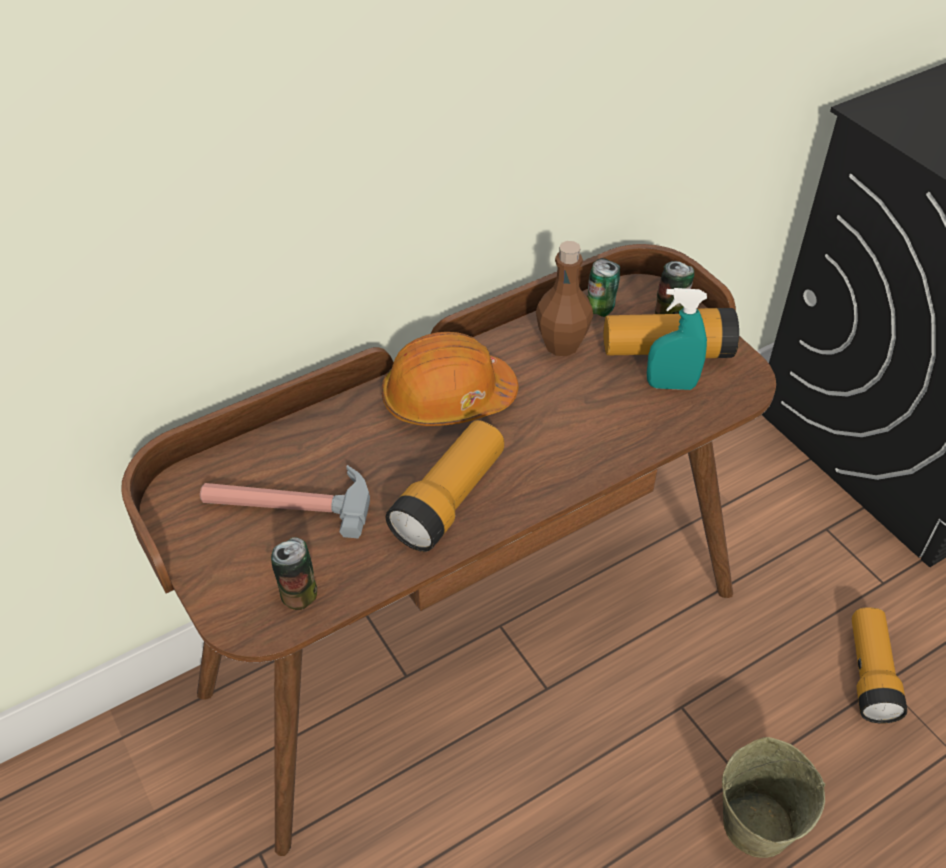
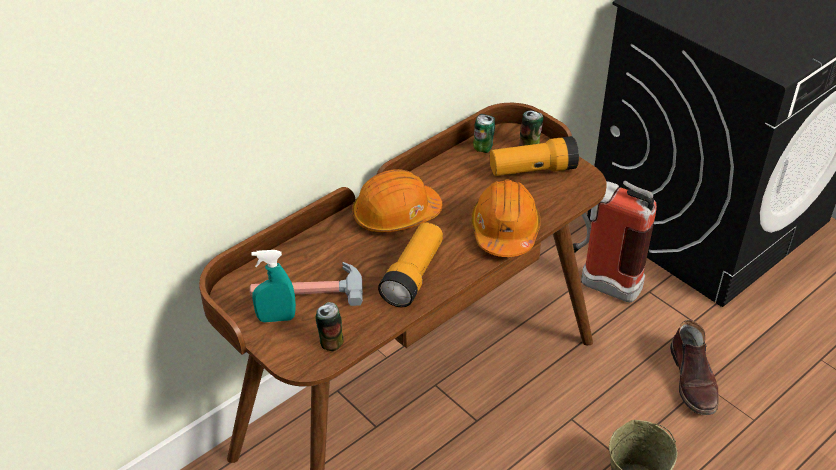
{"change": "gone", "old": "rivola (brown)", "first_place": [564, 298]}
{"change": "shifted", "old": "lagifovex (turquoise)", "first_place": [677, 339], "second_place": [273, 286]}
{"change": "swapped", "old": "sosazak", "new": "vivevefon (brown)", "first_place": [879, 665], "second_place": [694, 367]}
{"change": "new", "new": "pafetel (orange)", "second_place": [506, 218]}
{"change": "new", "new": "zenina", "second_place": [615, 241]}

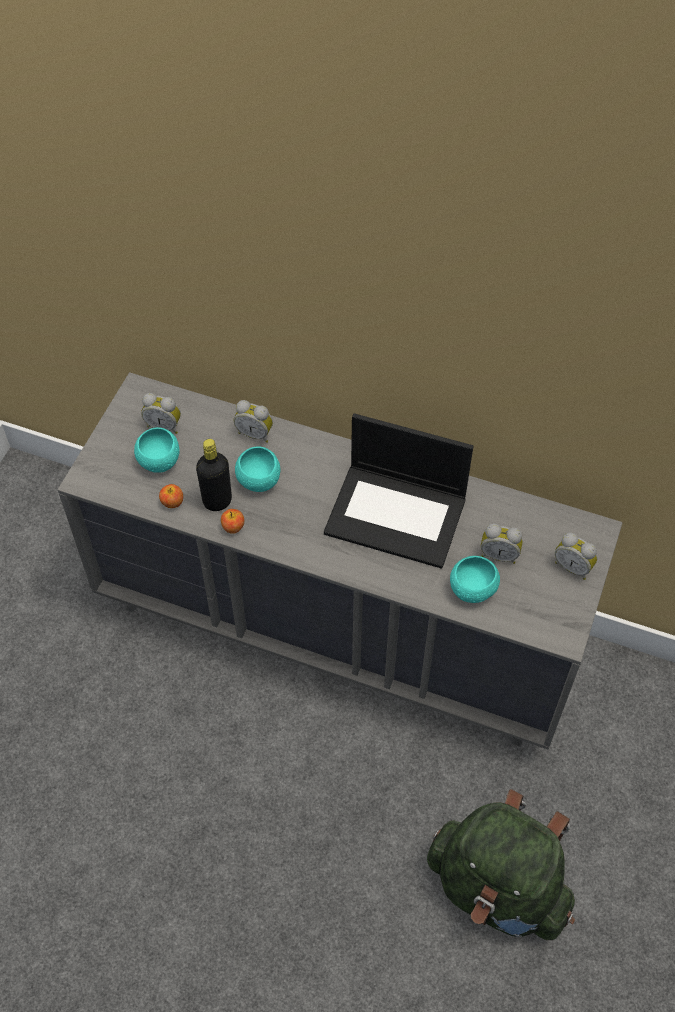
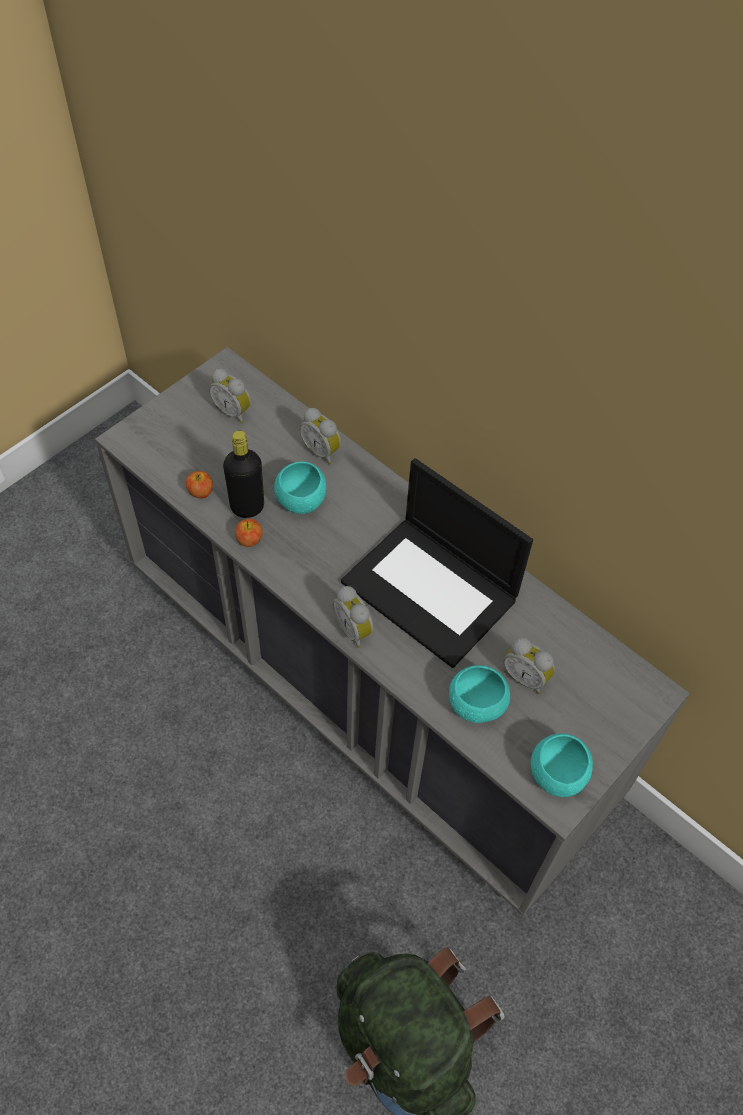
{"change": "shifted", "old": "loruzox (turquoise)", "first_place": [157, 450], "second_place": [562, 765]}
{"change": "shifted", "old": "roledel", "first_place": [576, 556], "second_place": [353, 617]}

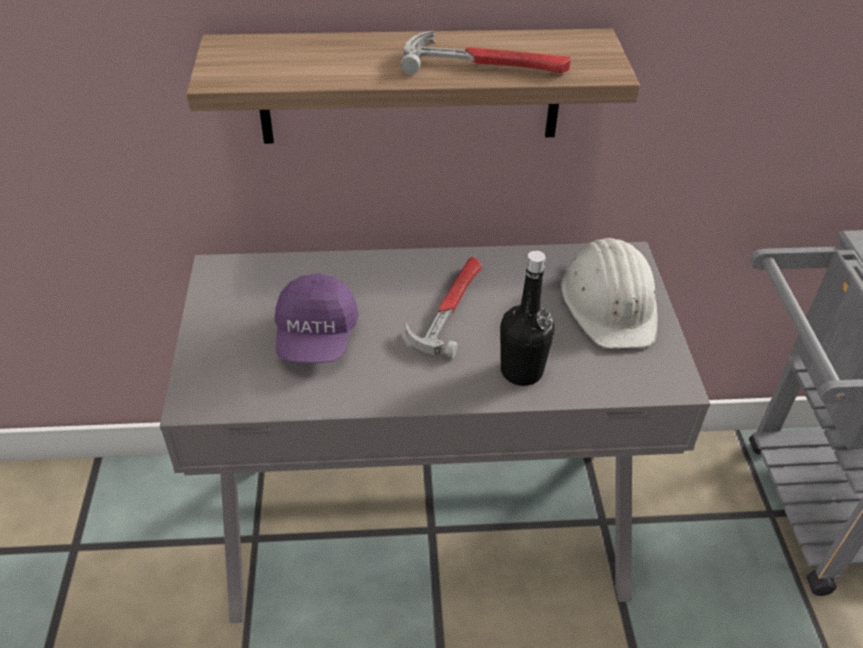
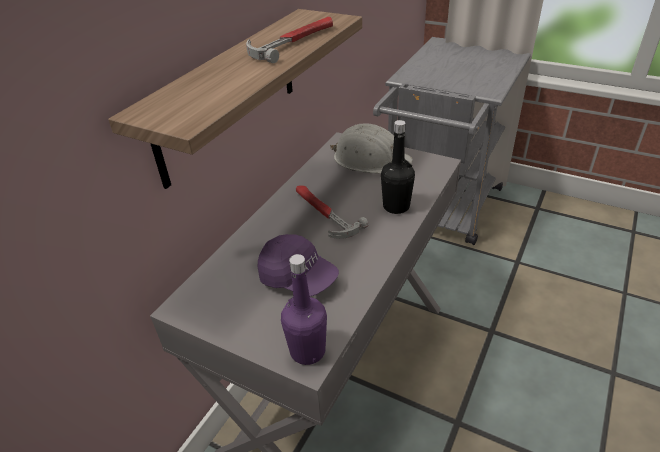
{"change": "new", "new": "rivola (purple)", "second_place": [304, 309]}

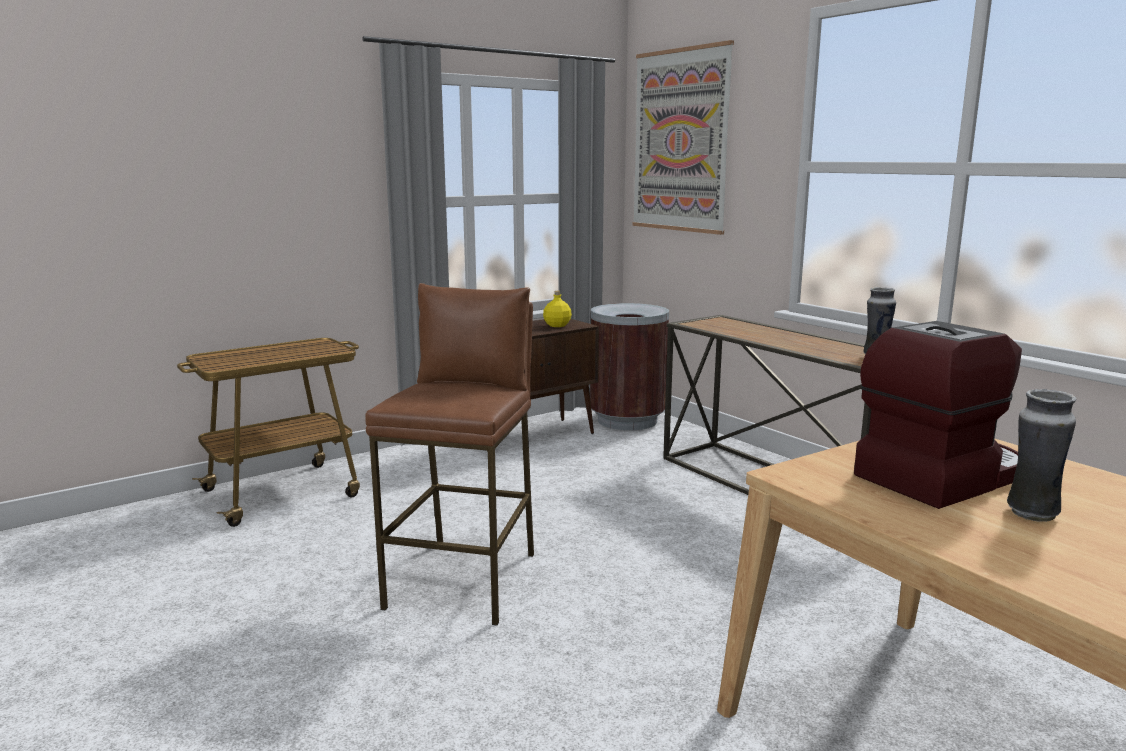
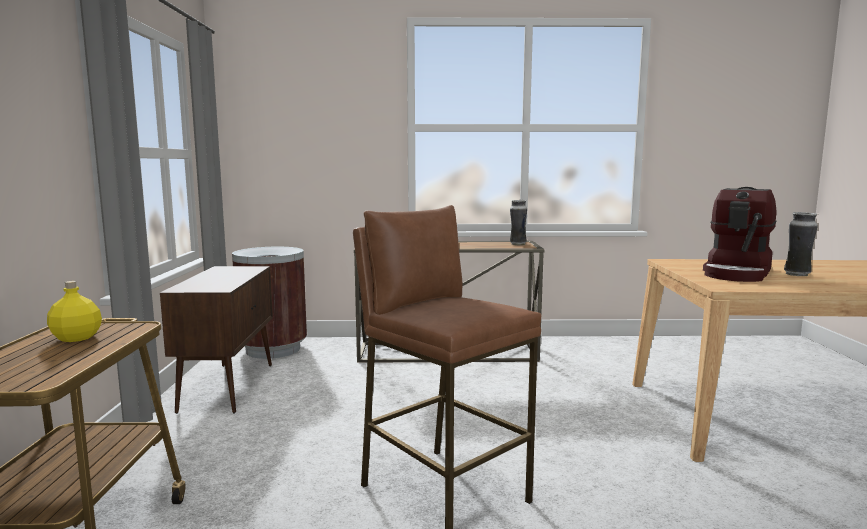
{"change": "shifted", "old": "rivola (yellow)", "first_place": [557, 309], "second_place": [74, 311]}
{"change": "gone", "old": "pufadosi", "first_place": [683, 137]}
{"change": "rotated", "old": "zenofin", "first_place": [938, 415], "second_place": [739, 234], "degrees": -150}

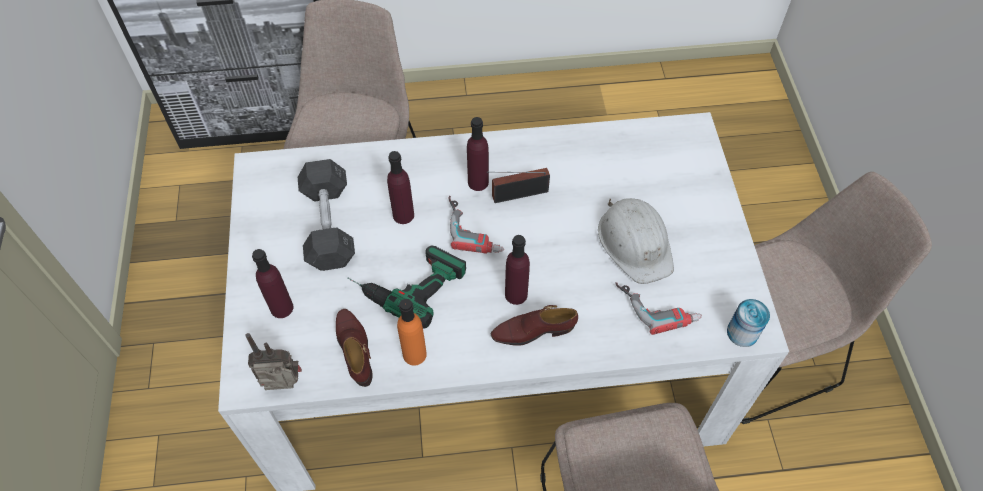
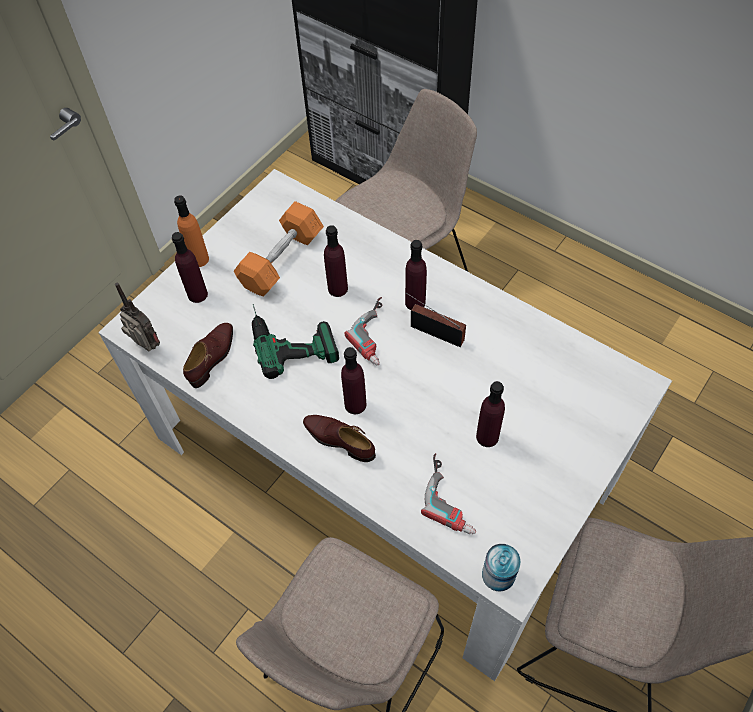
{"change": "repainted", "old": "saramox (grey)", "new": "saramox (orange)", "first_place": [326, 215], "second_place": [279, 249]}
{"change": "shifted", "old": "rivola (orange)", "first_place": [412, 332], "second_place": [191, 231]}
{"change": "swapped", "old": "pafetel (white)", "new": "rivola (purple)", "first_place": [636, 241], "second_place": [490, 414]}

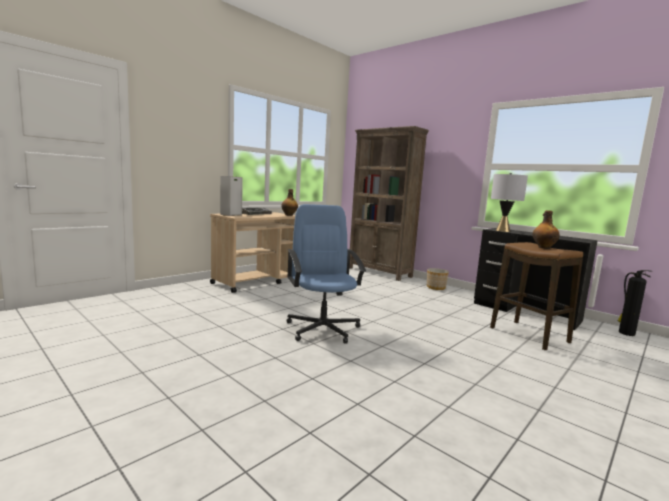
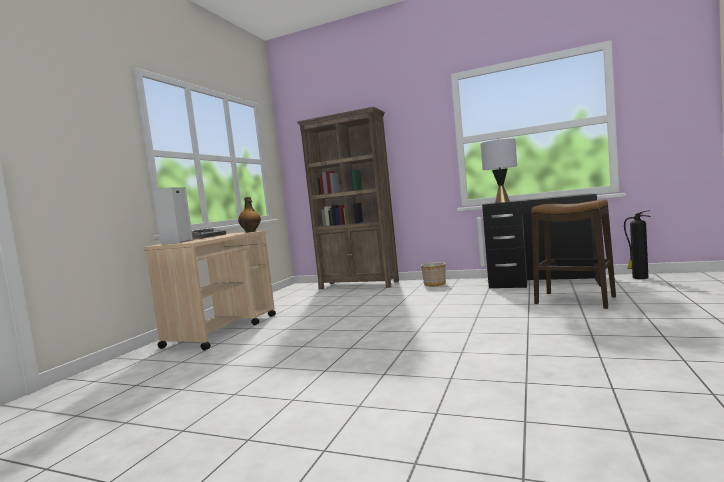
{"change": "gone", "old": "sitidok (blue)", "first_place": [326, 274]}
{"change": "gone", "old": "rivola", "first_place": [546, 229]}

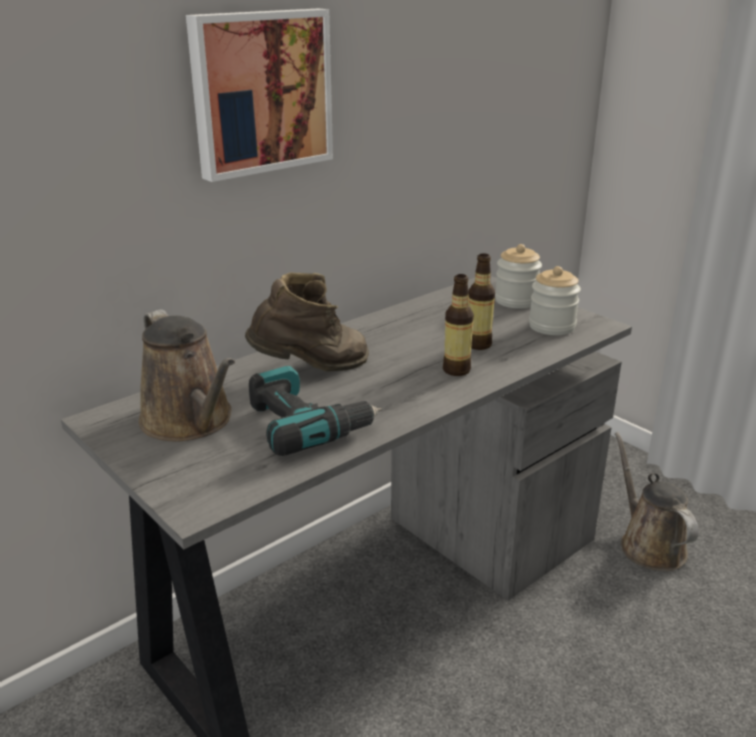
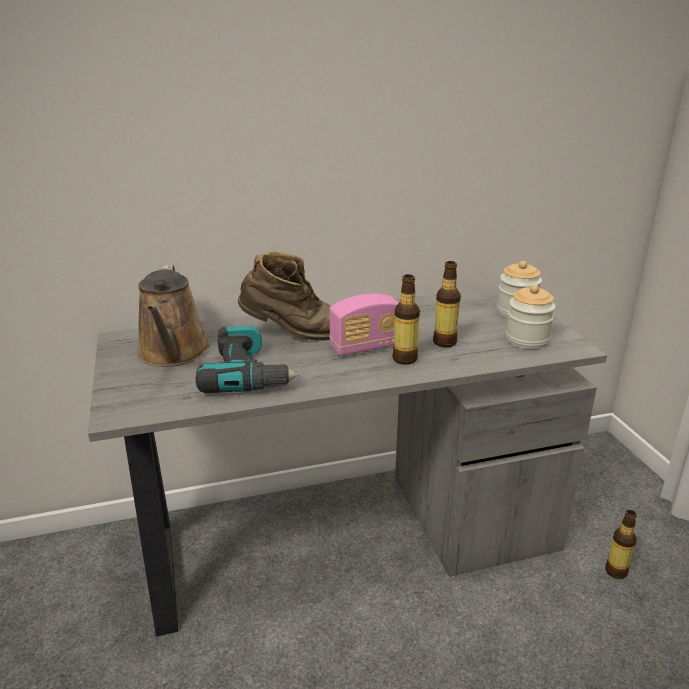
{"change": "gone", "old": "pufadosi", "first_place": [259, 95]}
{"change": "swapped", "old": "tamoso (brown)", "new": "rivola", "first_place": [657, 501], "second_place": [621, 544]}
{"change": "new", "new": "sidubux", "second_place": [364, 325]}

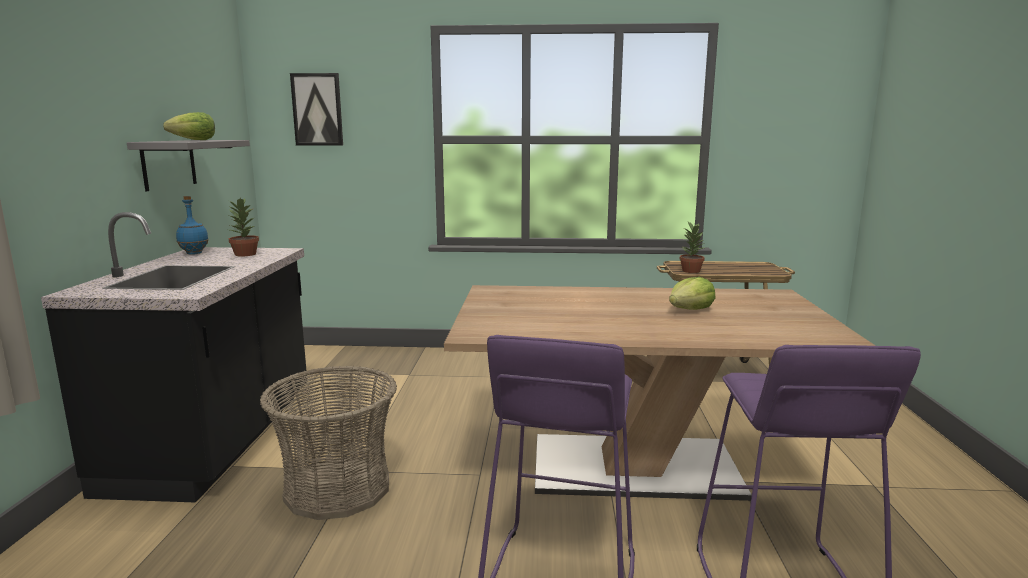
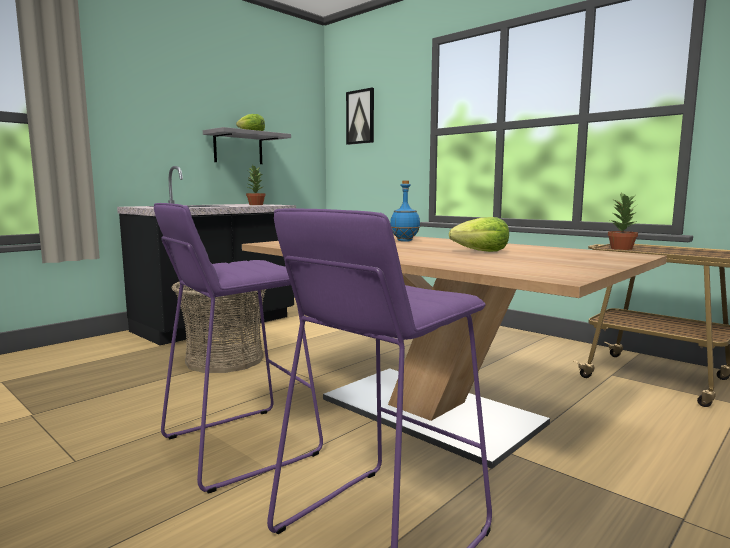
{"change": "shifted", "old": "rivola (blue)", "first_place": [192, 225], "second_place": [405, 211]}

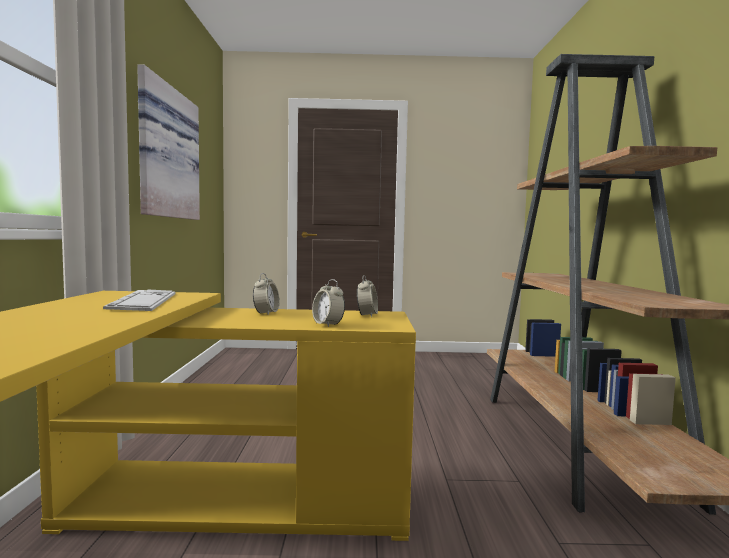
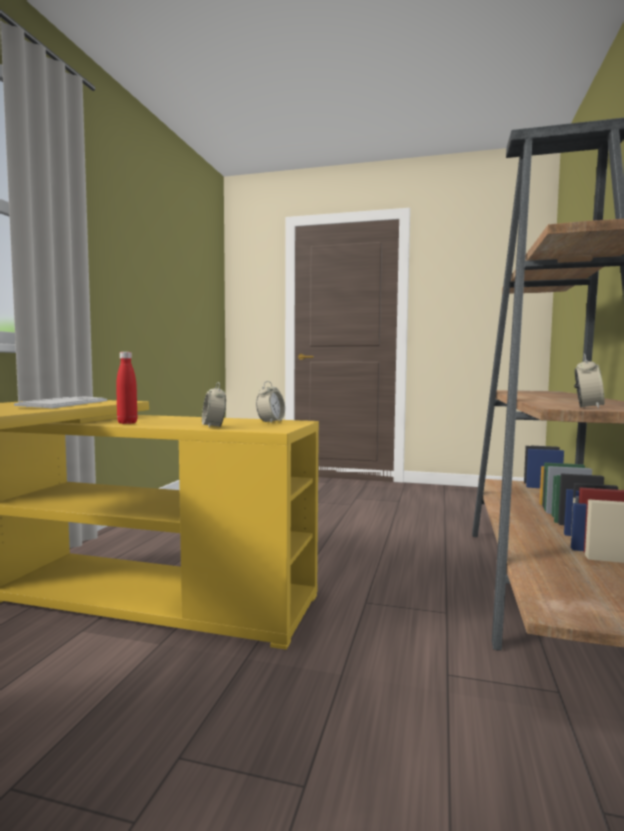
{"change": "gone", "old": "pufadosi", "first_place": [168, 142]}
{"change": "shifted", "old": "roledel", "first_place": [266, 293], "second_place": [589, 381]}
{"change": "new", "new": "rivola (red)", "second_place": [126, 388]}

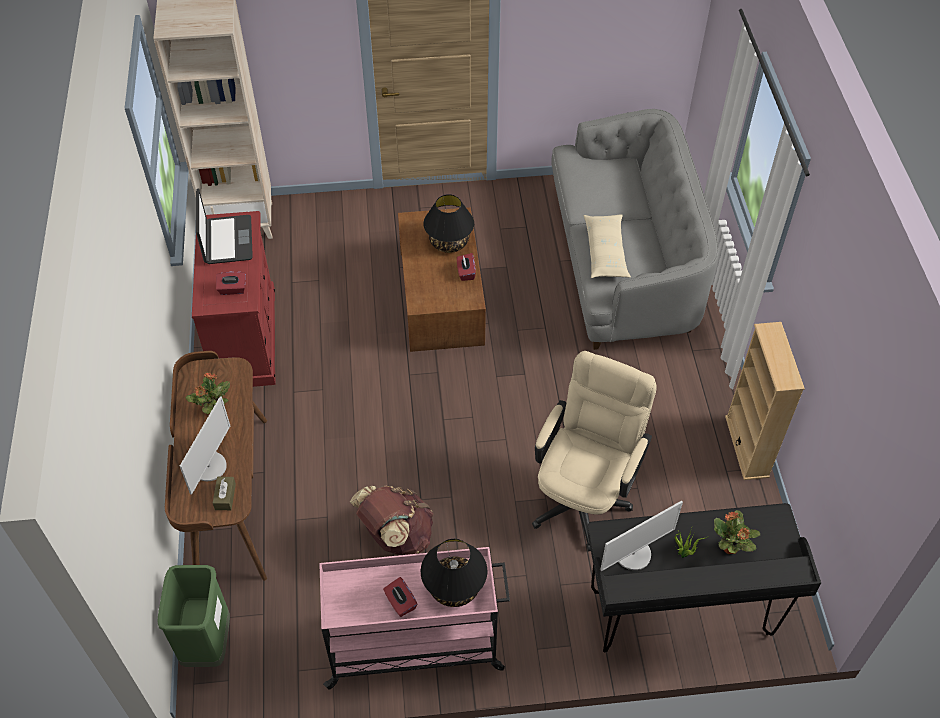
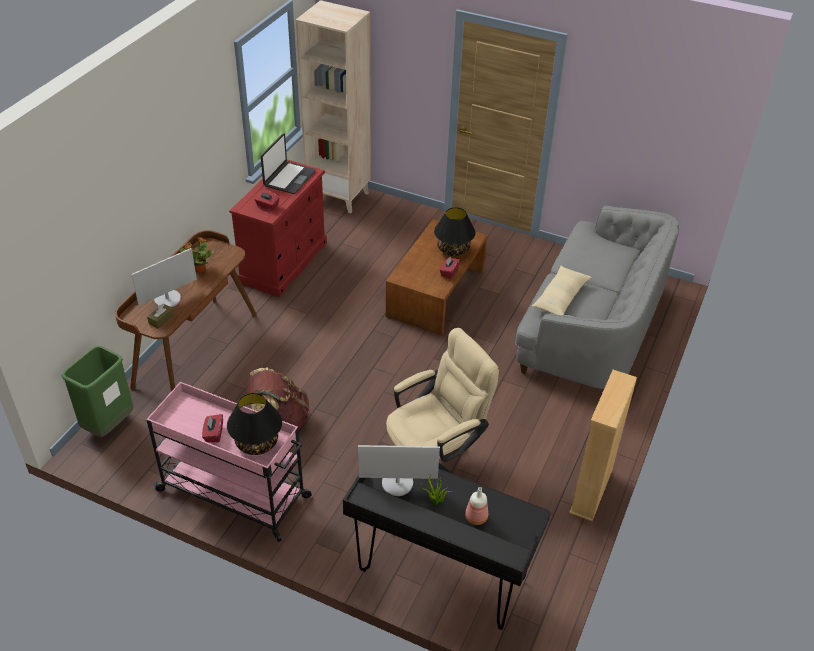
{"change": "swapped", "old": "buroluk", "new": "rivola", "first_place": [737, 532], "second_place": [476, 506]}

